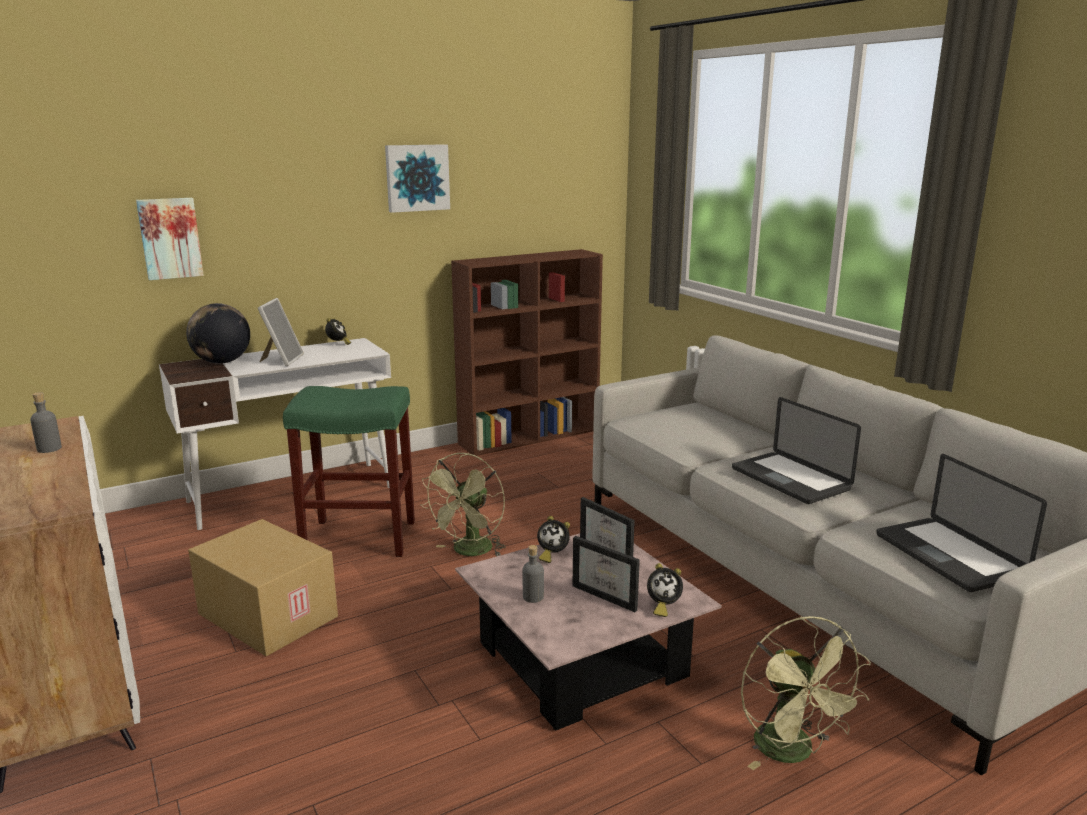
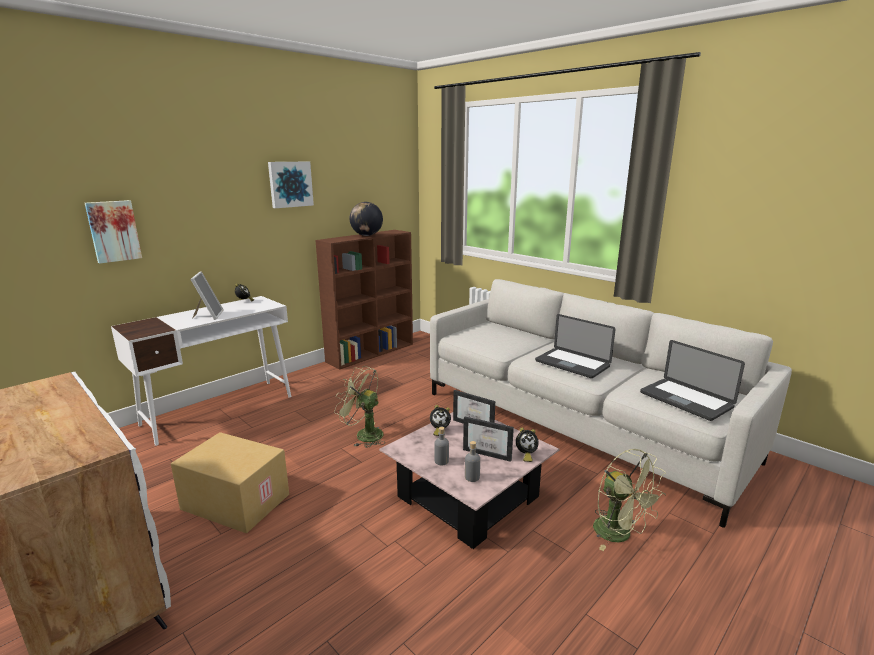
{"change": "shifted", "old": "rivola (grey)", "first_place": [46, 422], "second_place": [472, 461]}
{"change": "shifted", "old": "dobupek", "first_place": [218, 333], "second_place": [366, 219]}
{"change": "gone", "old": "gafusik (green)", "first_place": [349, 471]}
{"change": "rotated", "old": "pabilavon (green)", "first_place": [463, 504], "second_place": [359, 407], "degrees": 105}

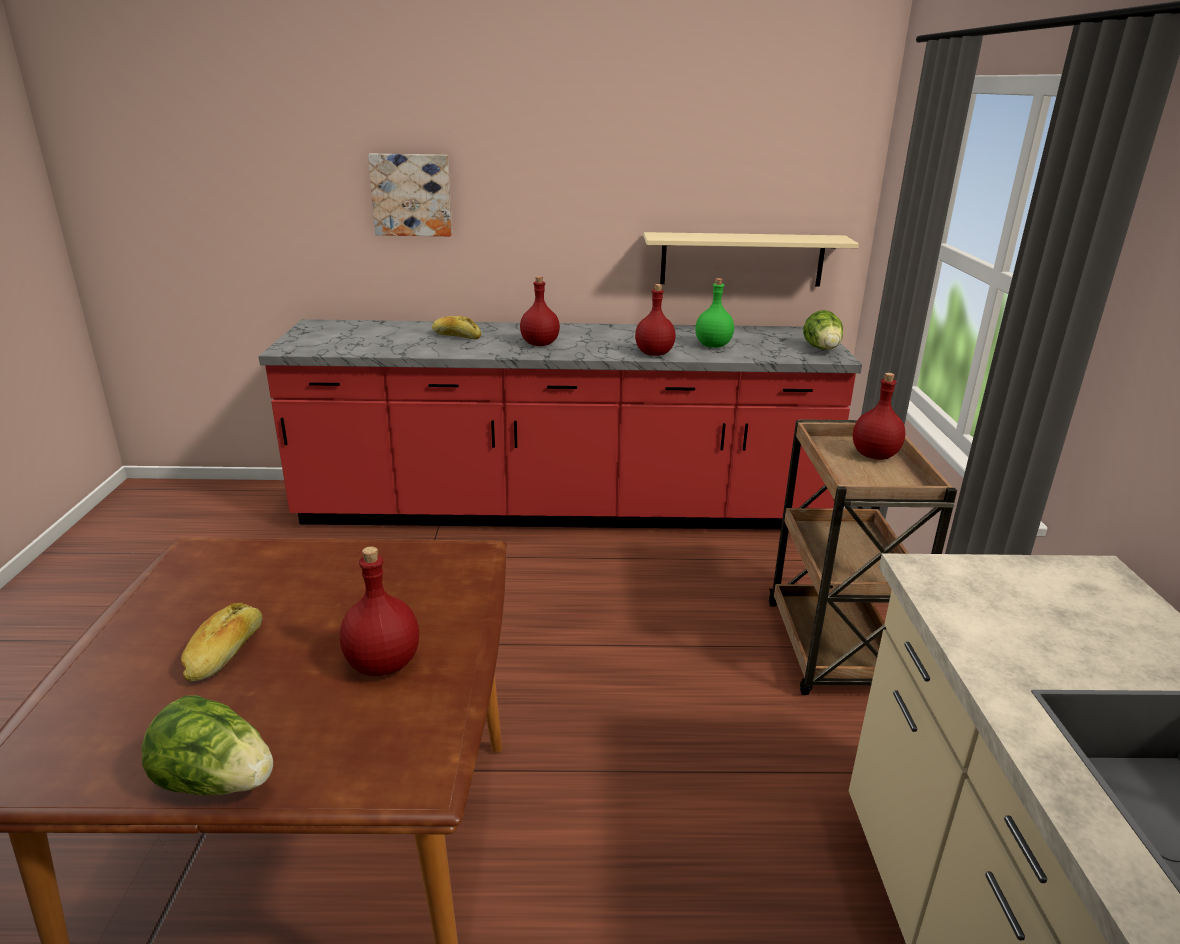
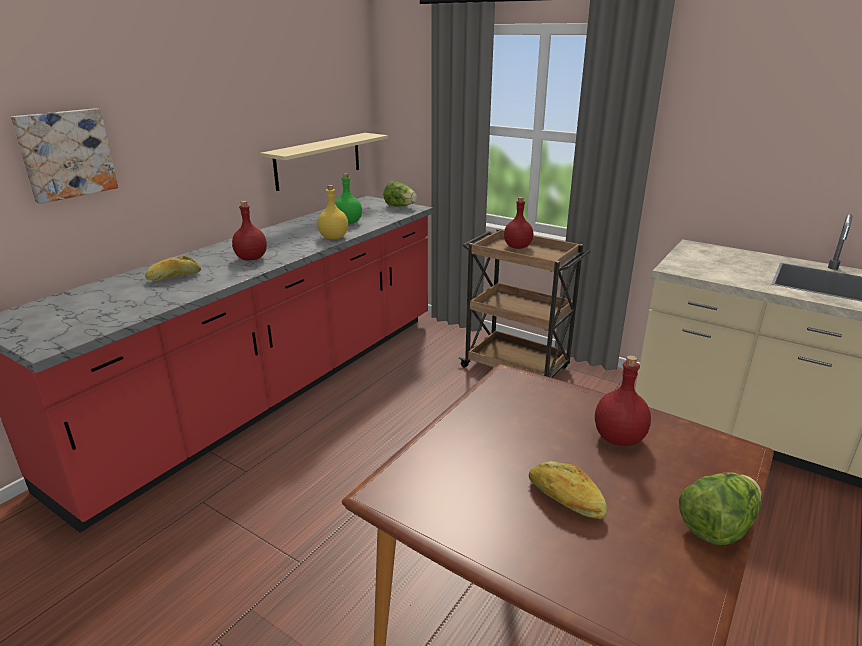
{"change": "repainted", "old": "rivola (red)", "new": "rivola (yellow)", "first_place": [655, 320], "second_place": [332, 212]}

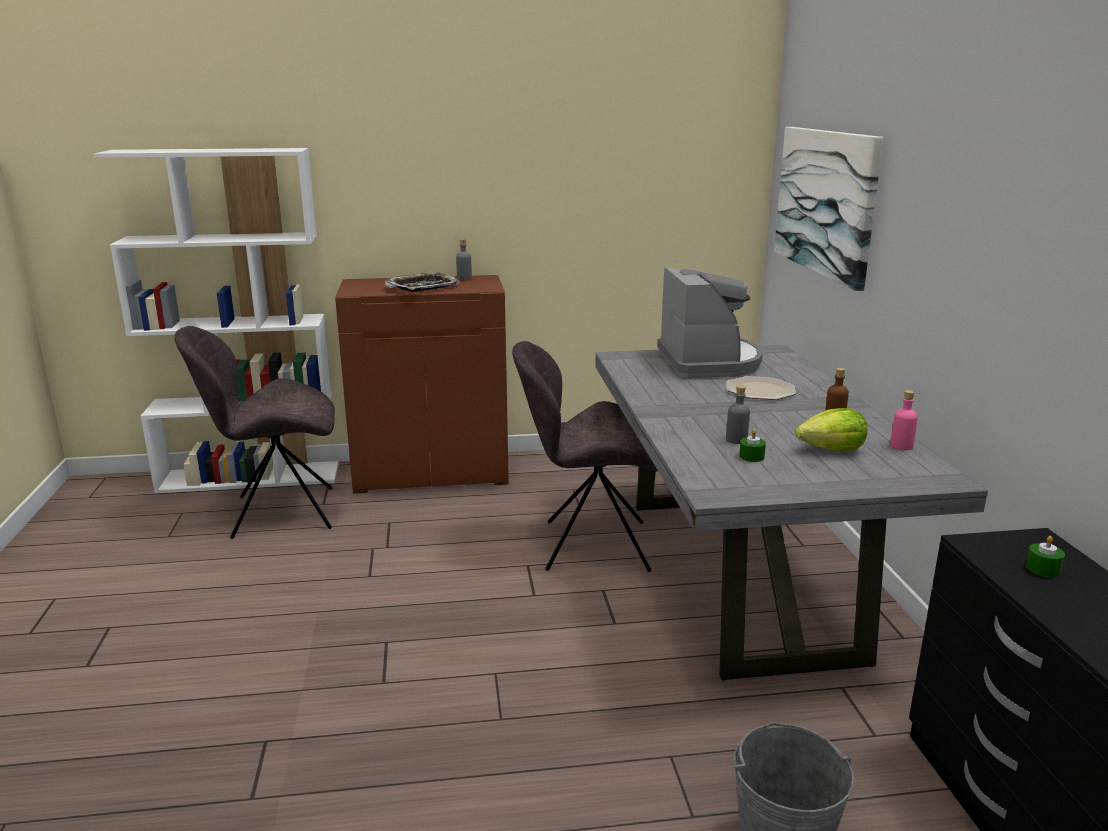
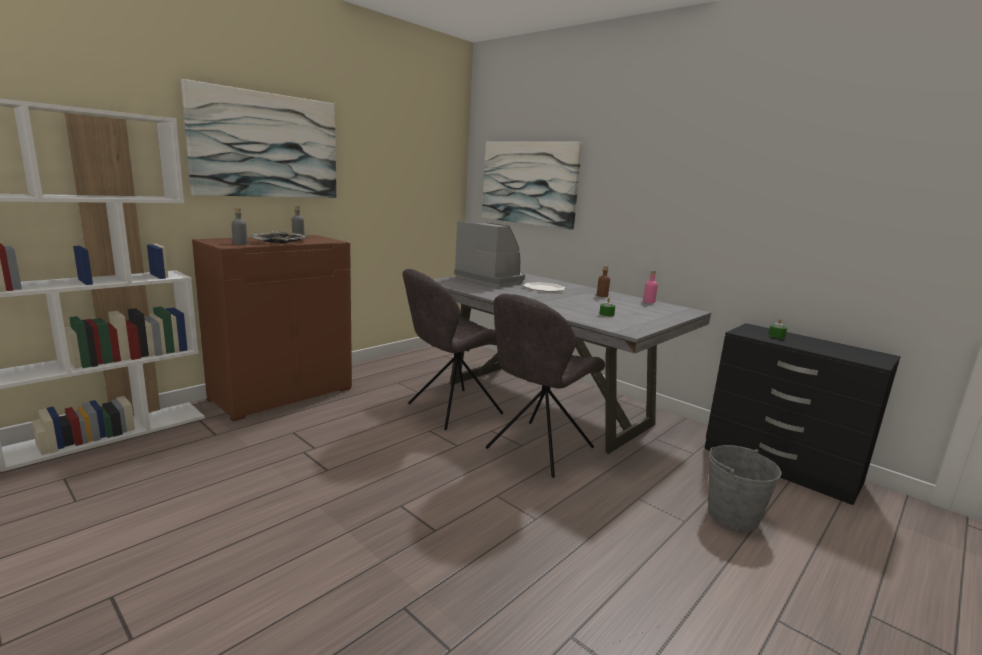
{"change": "shifted", "old": "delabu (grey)", "first_place": [254, 432], "second_place": [545, 386]}
{"change": "shifted", "old": "rivola (grey)", "first_place": [738, 414], "second_place": [239, 226]}
{"change": "gone", "old": "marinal", "first_place": [831, 429]}
{"change": "new", "new": "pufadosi", "second_place": [258, 138]}

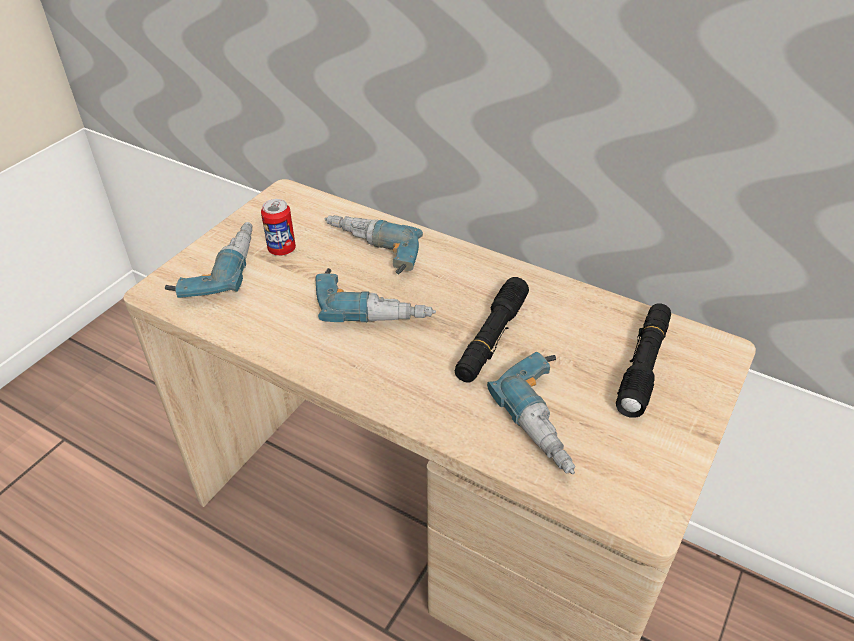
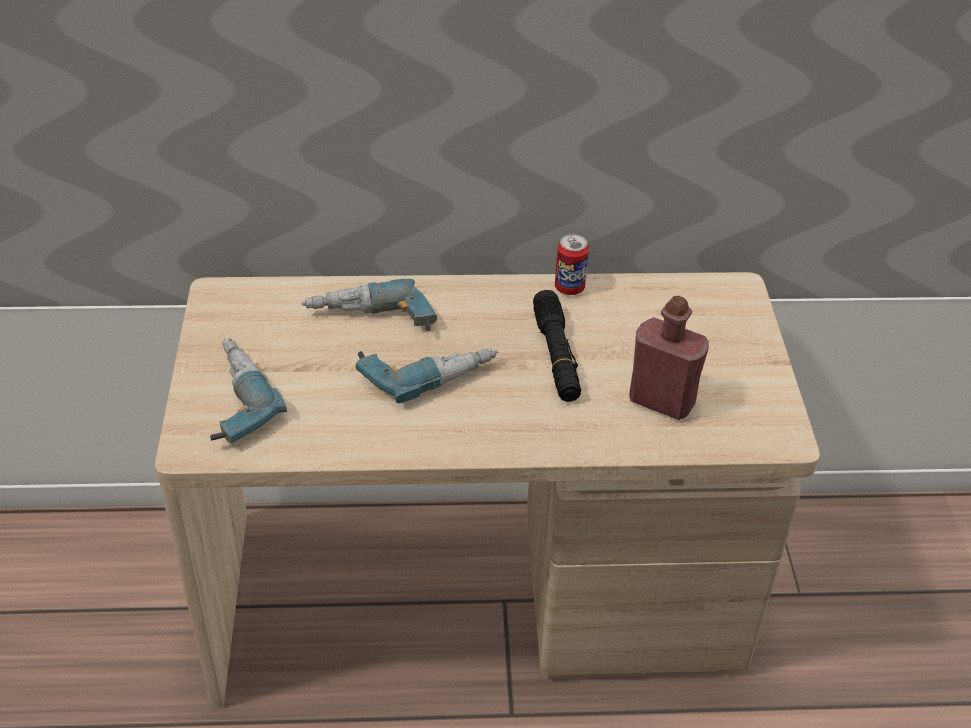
{"change": "shifted", "old": "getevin", "first_place": [278, 227], "second_place": [572, 264]}
{"change": "swapped", "old": "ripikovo", "new": "rivola (red)", "first_place": [531, 413], "second_place": [669, 358]}
{"change": "gone", "old": "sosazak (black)", "first_place": [643, 361]}

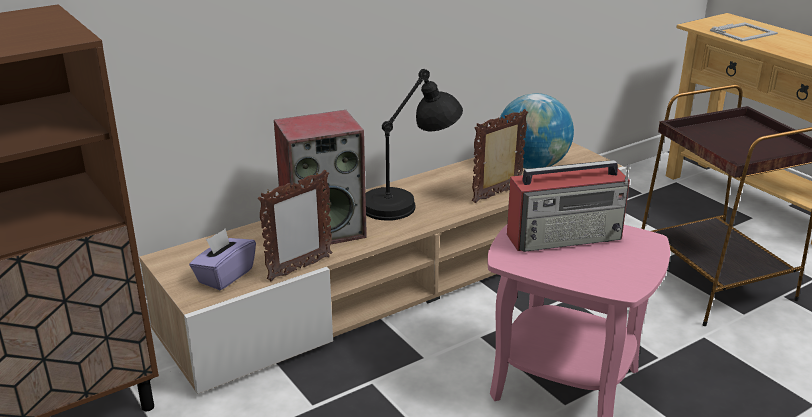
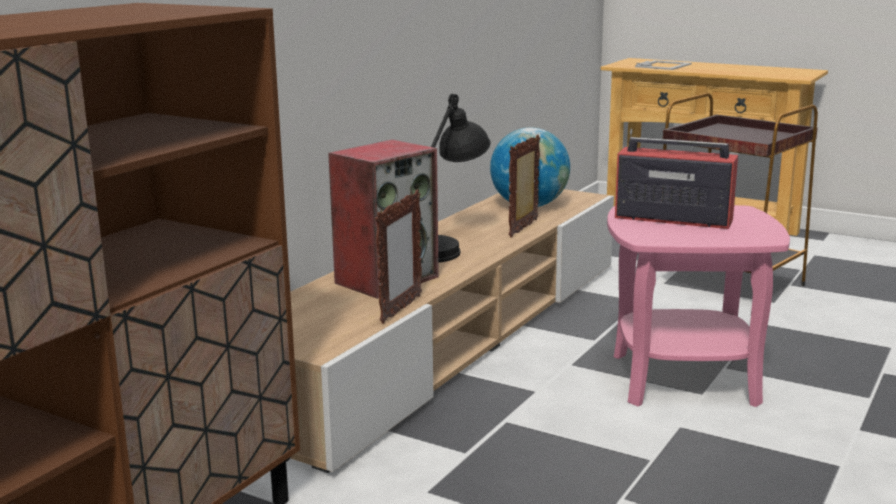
{"change": "gone", "old": "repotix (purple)", "first_place": [222, 259]}
{"change": "rotated", "old": "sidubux", "first_place": [568, 206], "second_place": [676, 179], "degrees": -120}

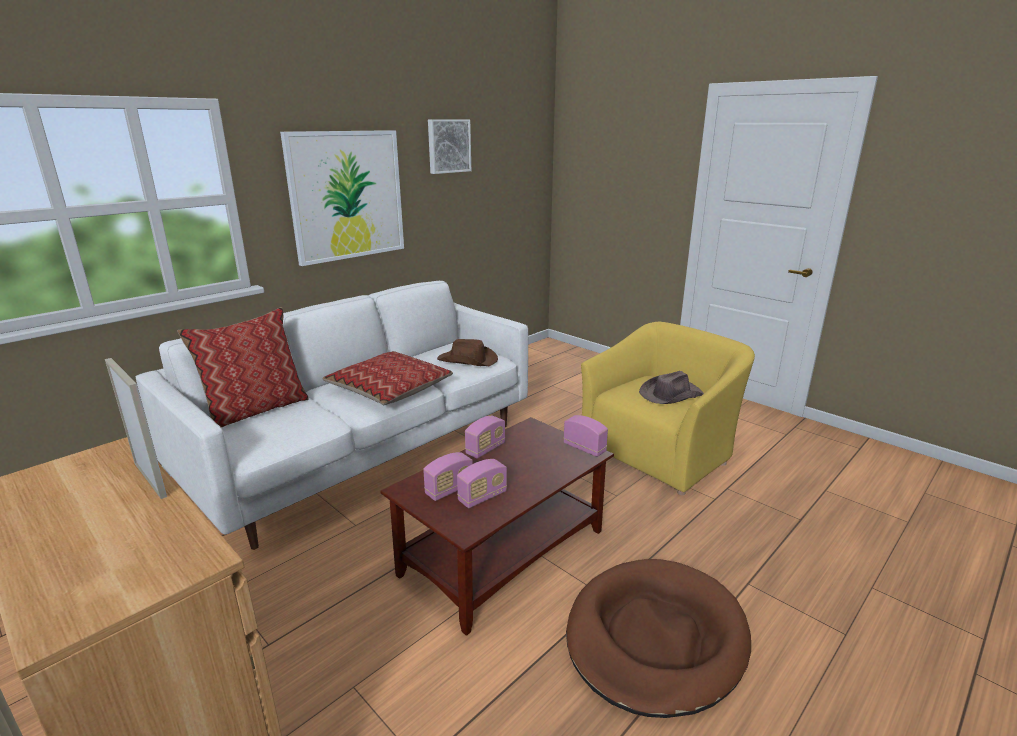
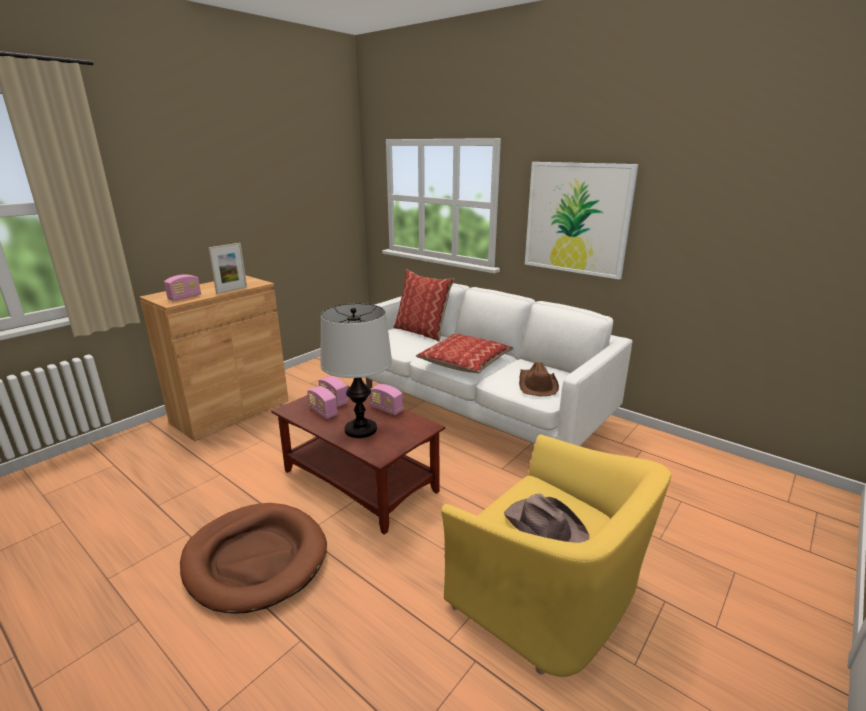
{"change": "gone", "old": "pufadosi", "first_place": [449, 146]}
{"change": "shifted", "old": "sidubux", "first_place": [585, 436], "second_place": [182, 287]}
{"change": "new", "new": "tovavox", "second_place": [356, 370]}

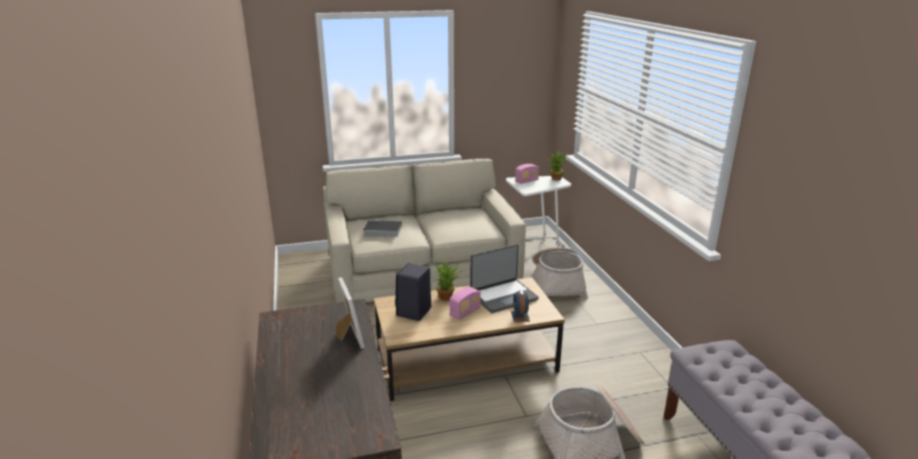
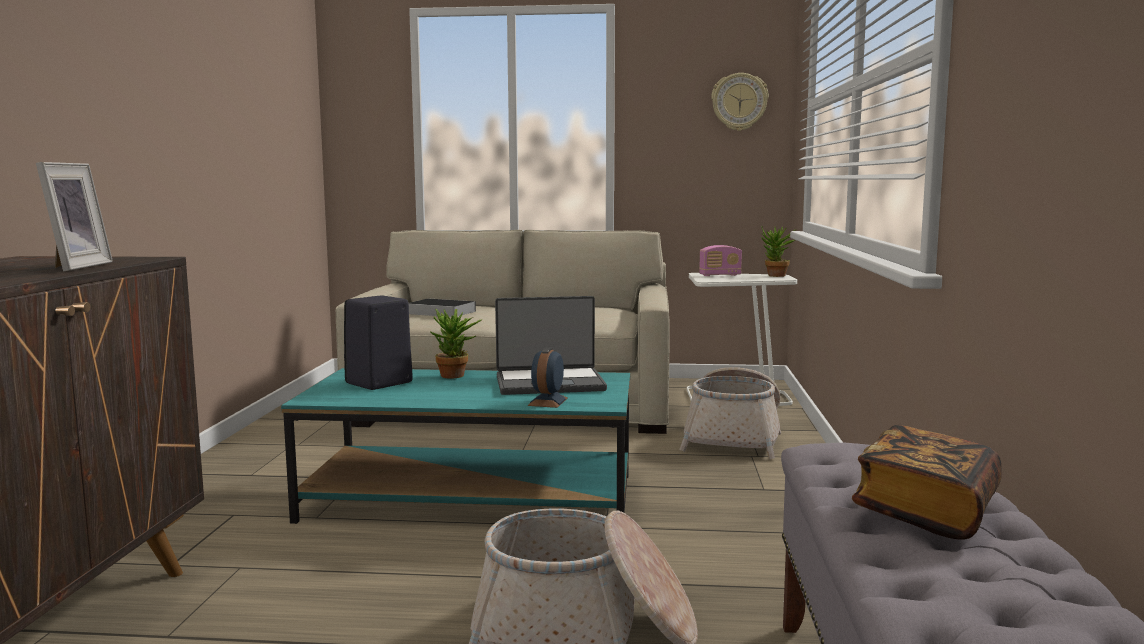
{"change": "repainted", "old": "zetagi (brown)", "new": "zetagi (turquoise)", "first_place": [469, 339], "second_place": [455, 446]}
{"change": "gone", "old": "sidubux", "first_place": [465, 303]}
{"change": "new", "new": "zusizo", "second_place": [740, 102]}
{"change": "new", "new": "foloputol", "second_place": [927, 482]}

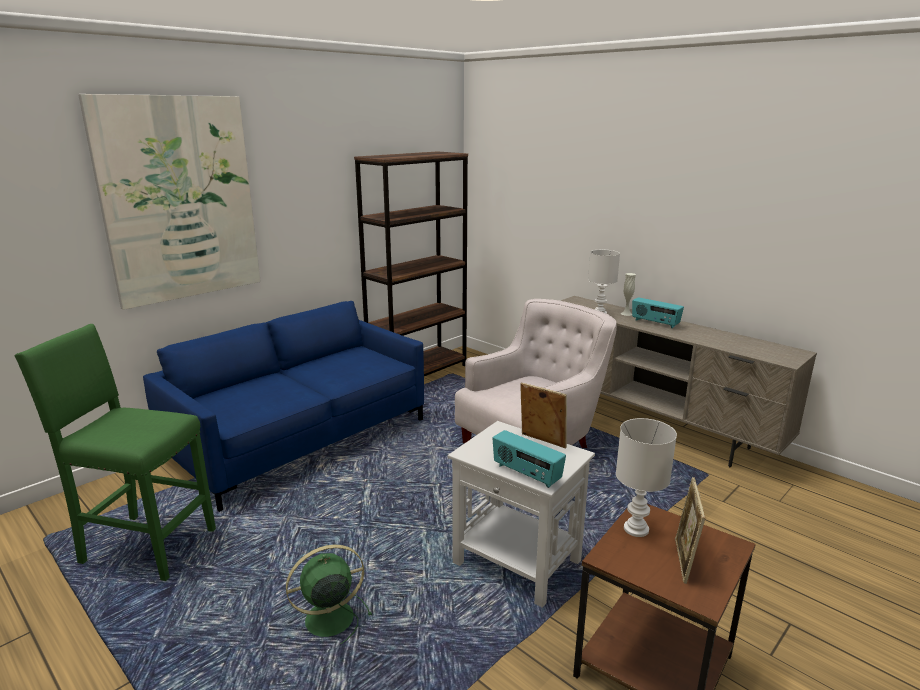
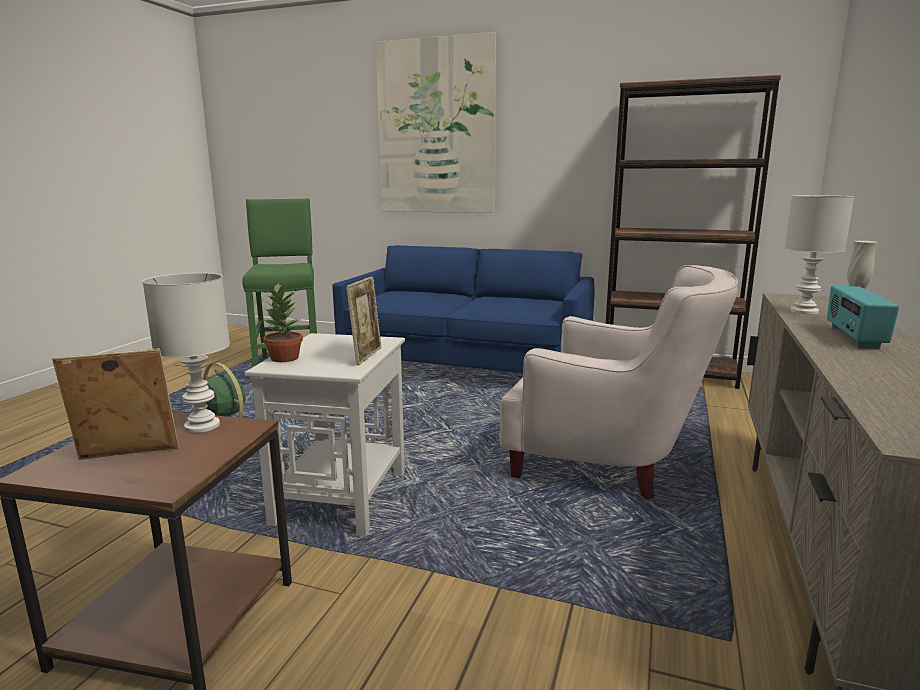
{"change": "swapped", "old": "sidubux", "new": "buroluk", "first_place": [529, 459], "second_place": [283, 322]}

